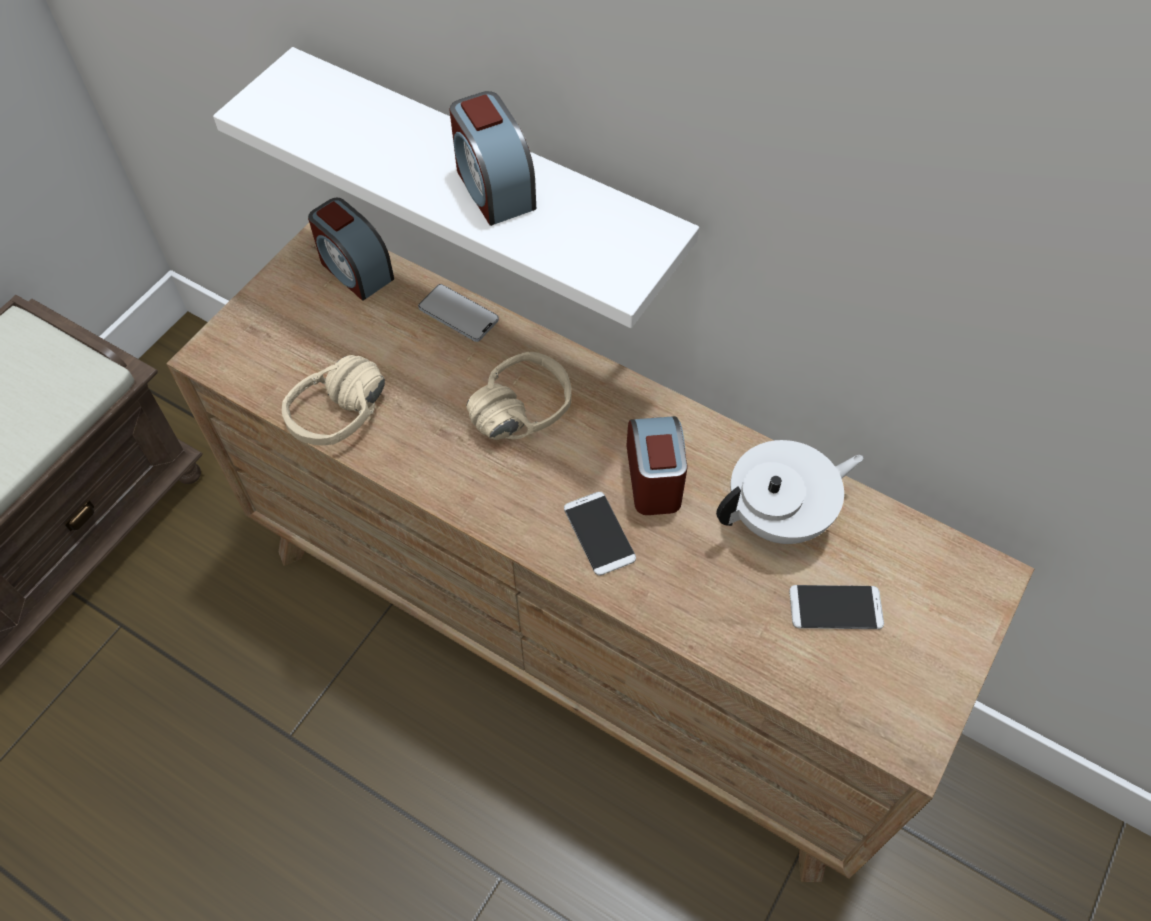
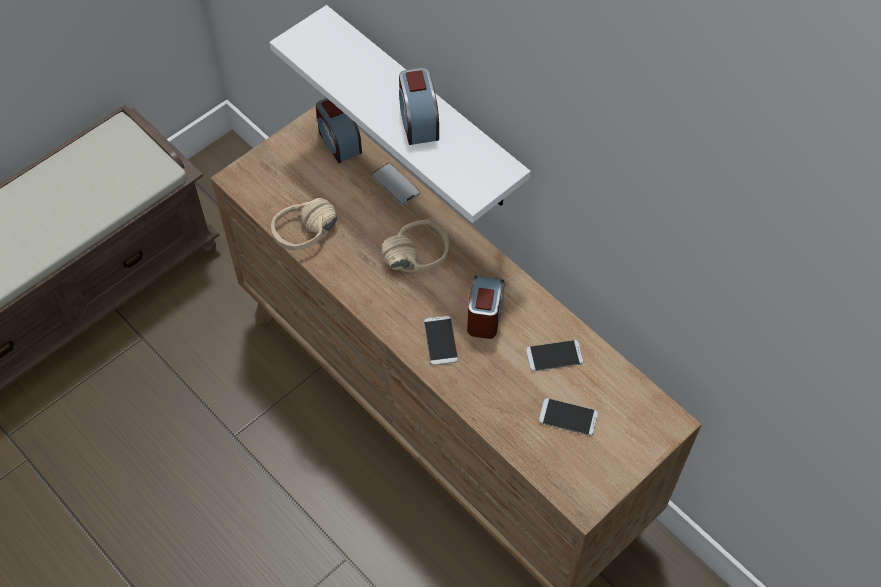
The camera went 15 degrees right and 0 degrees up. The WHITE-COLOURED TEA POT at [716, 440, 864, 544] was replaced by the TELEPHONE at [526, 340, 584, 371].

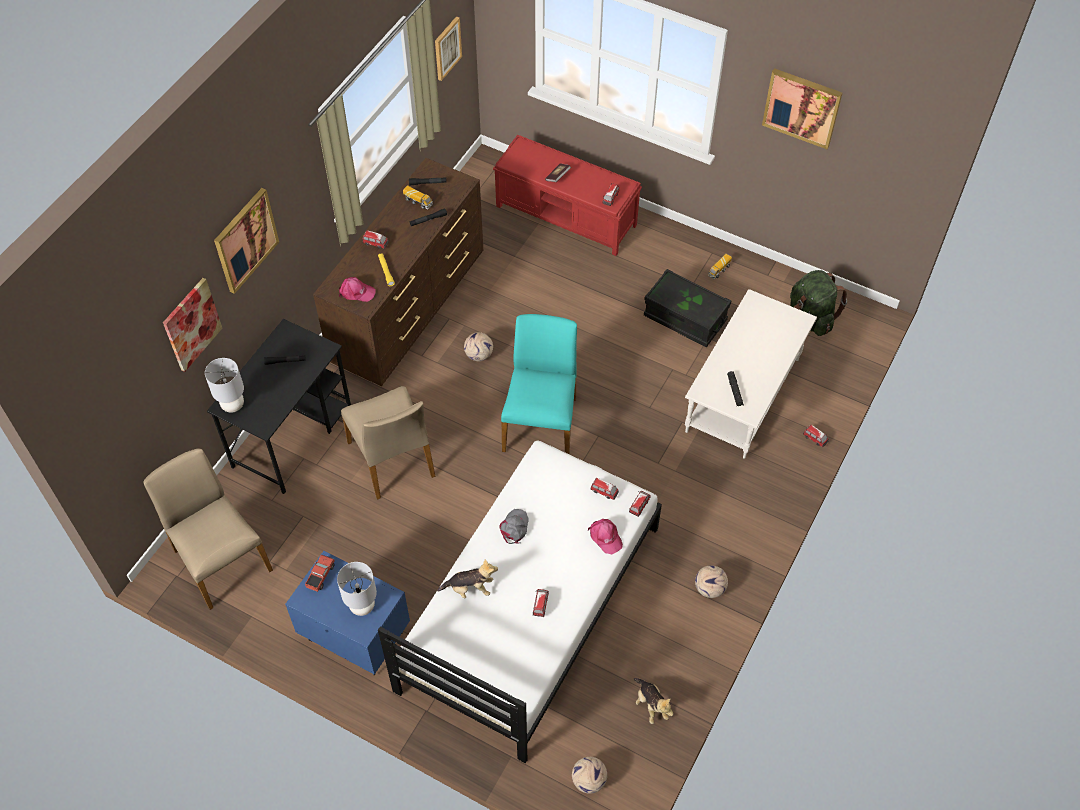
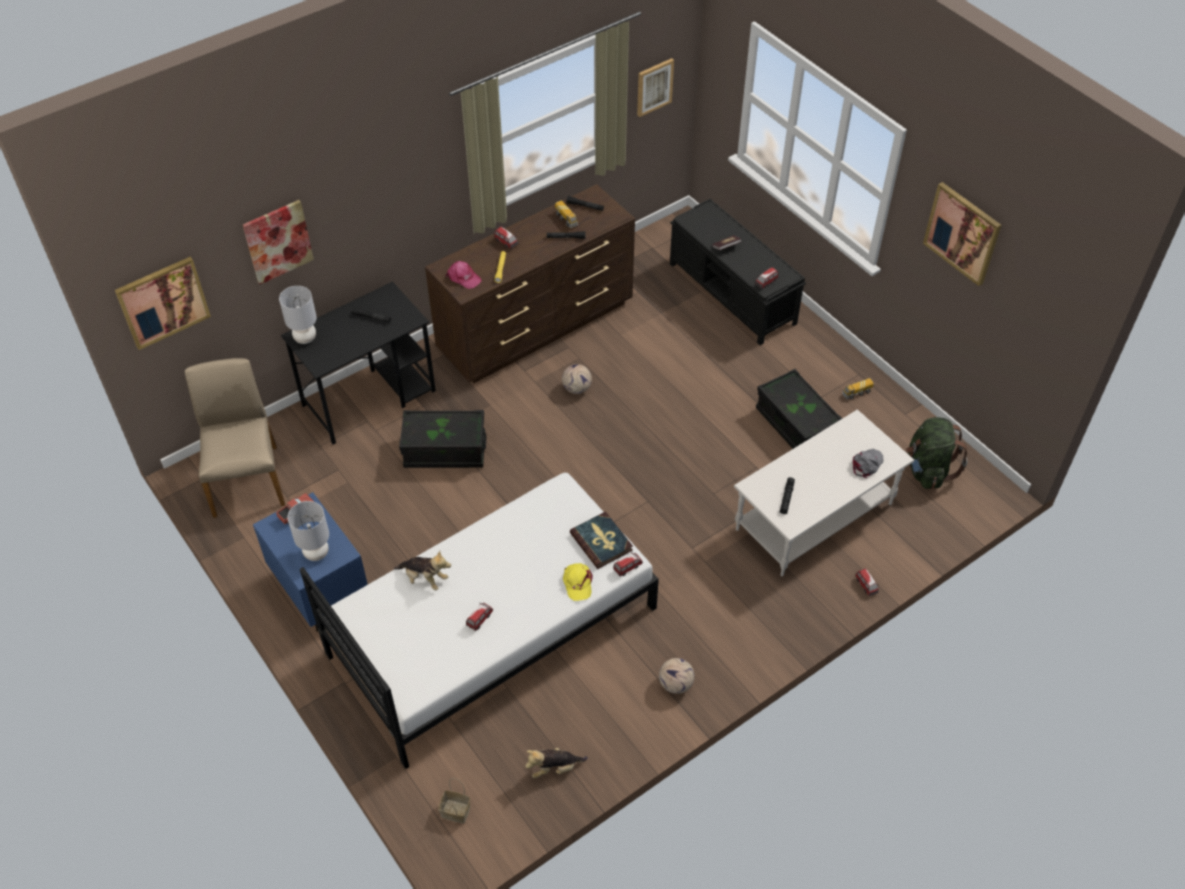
The camera went 25 degrees right and 5 degrees down. The REDDISH LONG SEAT at [493, 135, 642, 256] became the BLACKISH LONG SEAT at [670, 199, 806, 345]. The WALL ART moved from [214, 188, 279, 294] to [115, 257, 211, 350]. The TURQUOISE UPRIGHT CHAIR at [501, 314, 577, 455] disappeared. The SAND-COLOURED UPRIGHT CHAIR at [341, 386, 436, 500] was replaced by the BLACKISH STORAGE BIN at [399, 410, 486, 468]. The TOY CAR at [591, 478, 619, 500] was replaced by the BOUND BOOK at [570, 511, 633, 569]. The GREY BASEBALL CAP moved from [499, 509, 529, 544] to [853, 449, 884, 478]. The PINK-COLOURED BASEBALL CAP at [588, 519, 623, 554] became the YELLOW BASEBALL CAP at [563, 563, 593, 601]. The PLUSH TOY at [634, 678, 674, 724] turned 75 degrees clockwise. The FOOTBALL BALL at [572, 757, 607, 794] was replaced by the STORAGE BASKET at [438, 778, 470, 823].

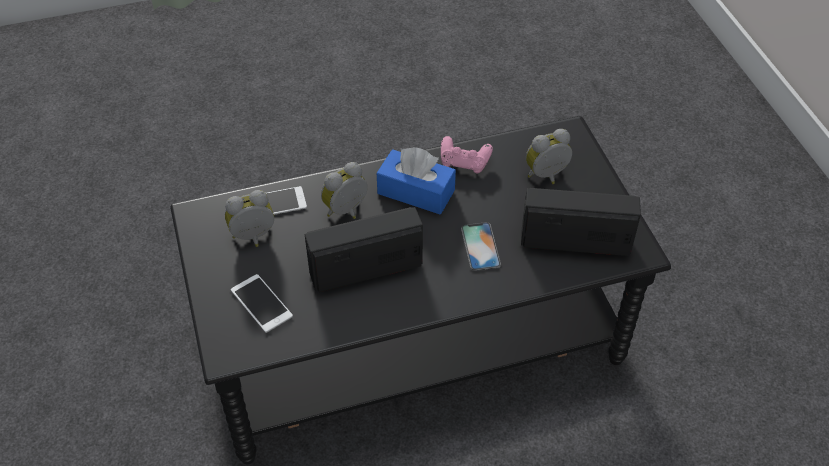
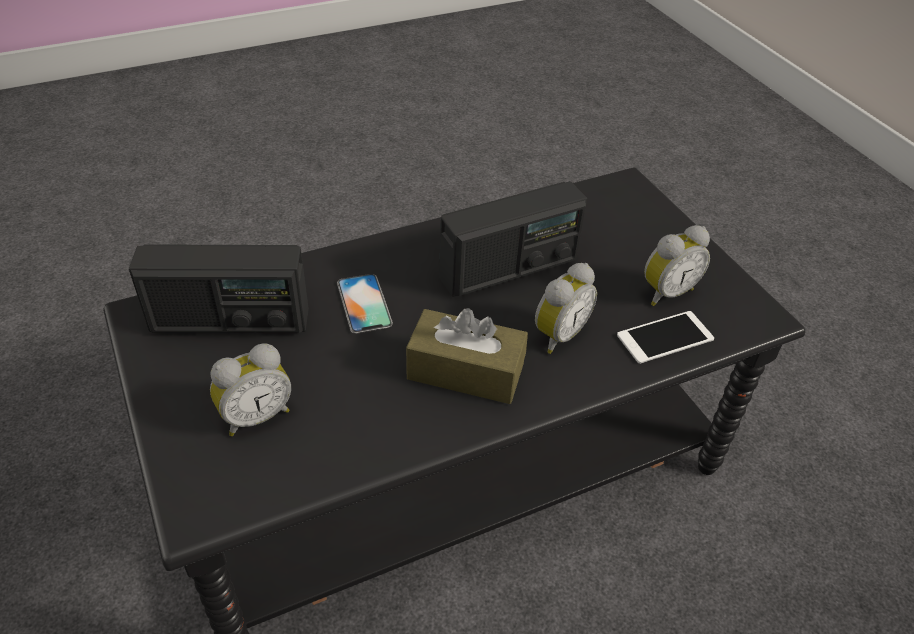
The camera went 170 degrees right and 5 degrees down. The PINK-COLOURED GAMEPAD at [441, 136, 493, 174] disappeared. The BLUE-COLOURED TISSUE HOLDER at [377, 147, 456, 214] became the BROWN-COLOURED TISSUE HOLDER at [406, 308, 528, 404]. The TELEPHONE at [231, 274, 293, 333] disappeared.

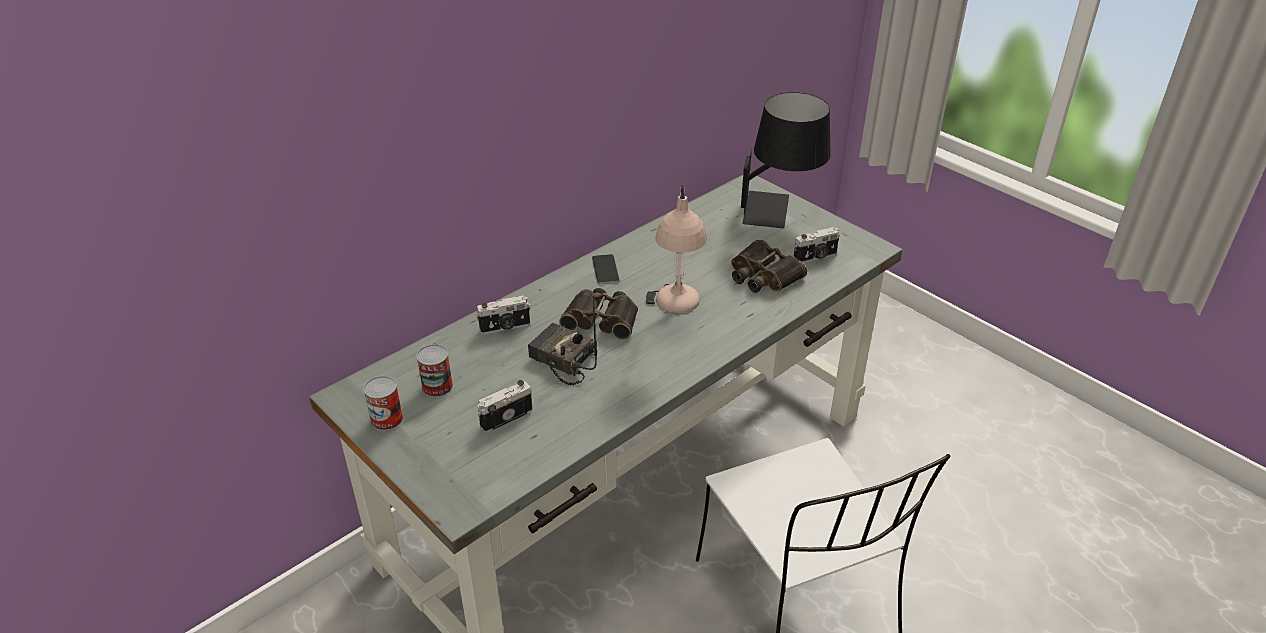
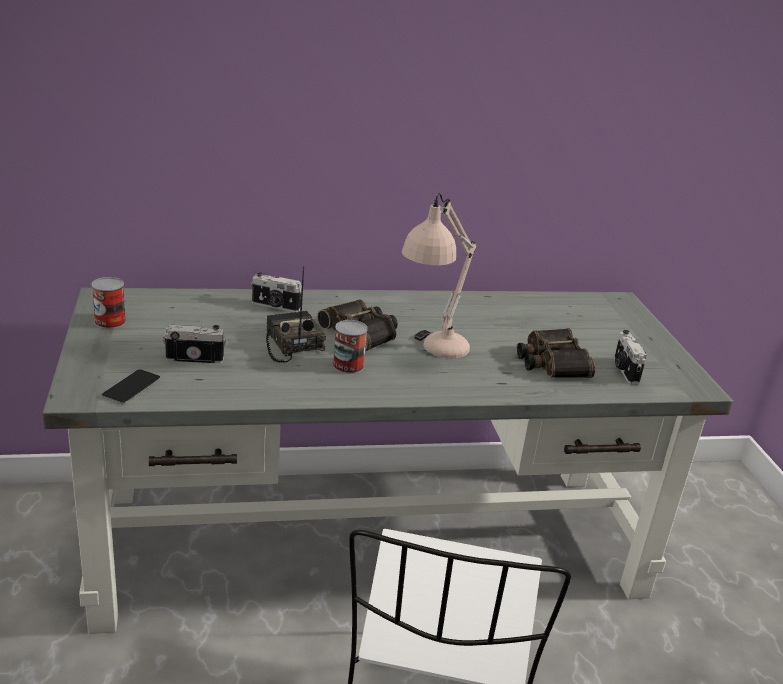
The camera went 30 degrees right and 10 degrees down. The BLACKISH TABLETOP LAMP at [741, 92, 831, 228] disappeared. The STILL CAMERA at [794, 227, 840, 263] turned 75 degrees clockwise. The TELEPHONE moved from [592, 254, 619, 284] to [102, 370, 160, 404]. The SEALED CAN moved from [416, 344, 453, 397] to [333, 320, 368, 374].

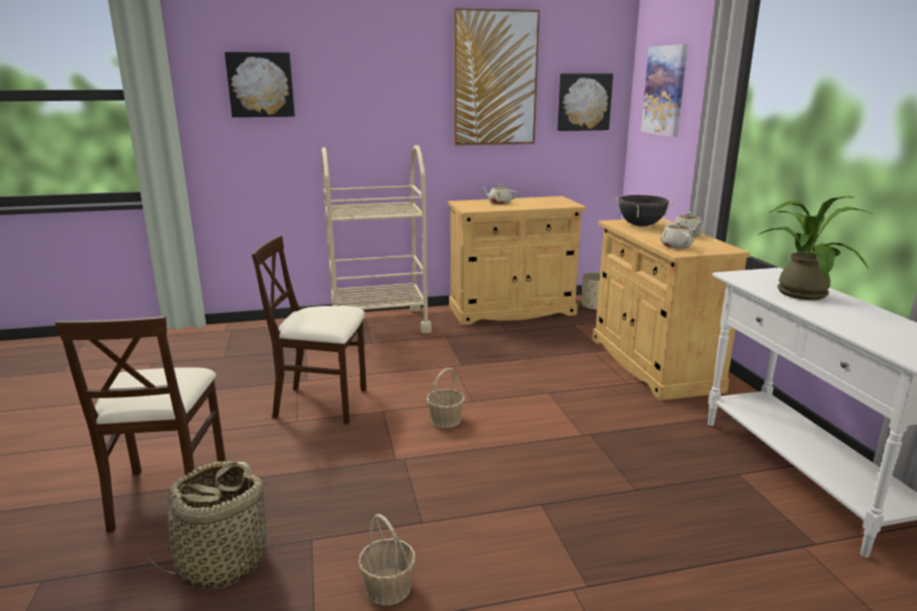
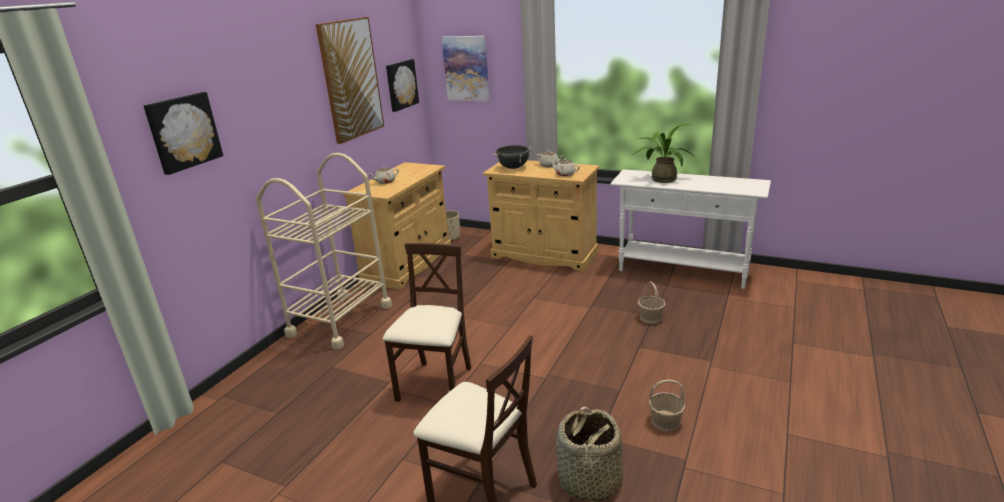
The camera went 50 degrees left and 5 degrees up. The SAND-COLOURED UPRIGHT CHAIR at [252, 236, 367, 425] turned 150 degrees clockwise. The STORAGE BASKET moved from [426, 368, 465, 428] to [638, 281, 666, 324].

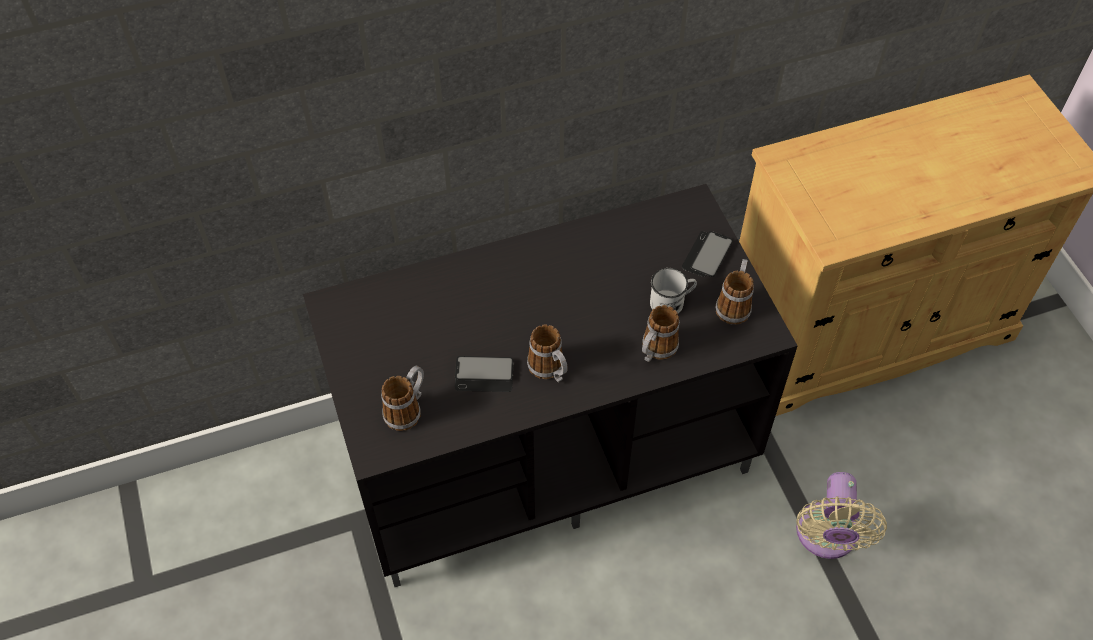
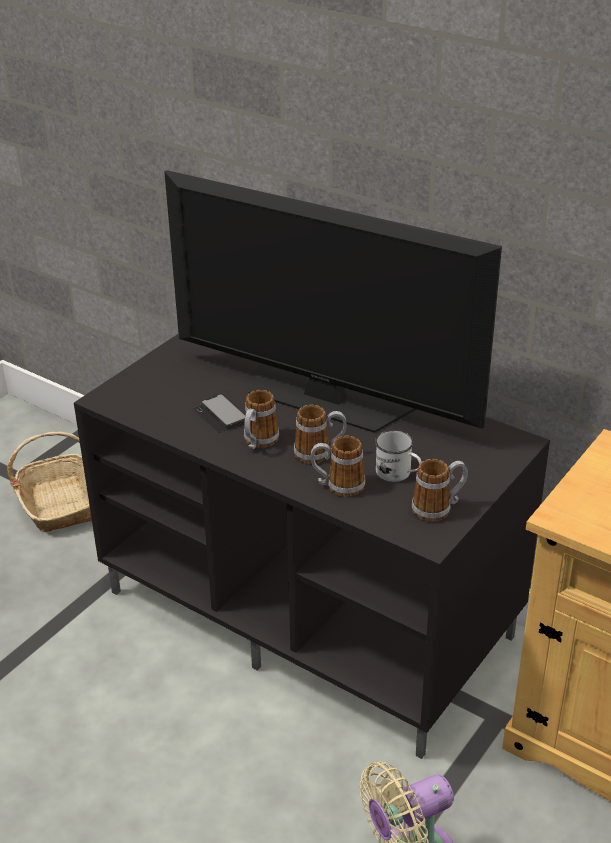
The camera went 55 degrees right and 20 degrees down. The TELEPHONE at [682, 231, 733, 277] disappeared. The COFFEE MUG moved from [381, 366, 424, 431] to [294, 405, 346, 464]. The TELEVISION at [164, 170, 502, 433] appeared. The STORAGE BASKET at [7, 432, 92, 532] appeared.

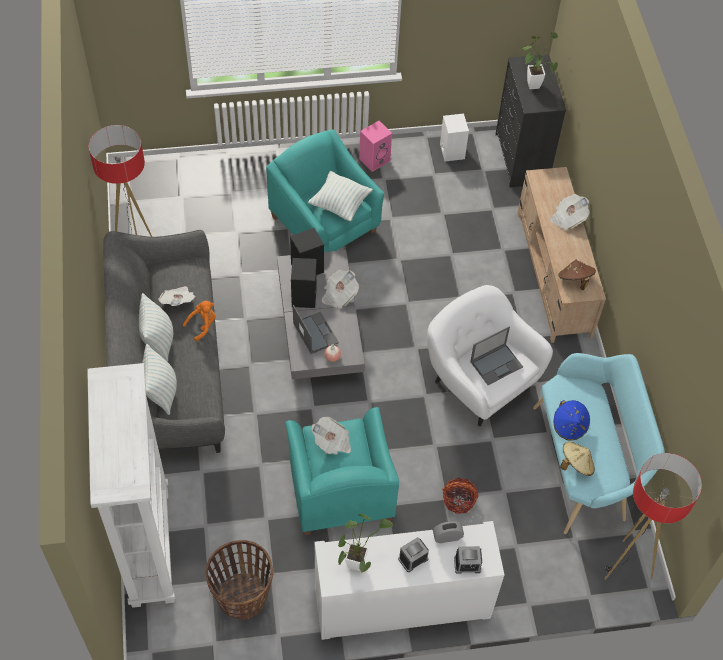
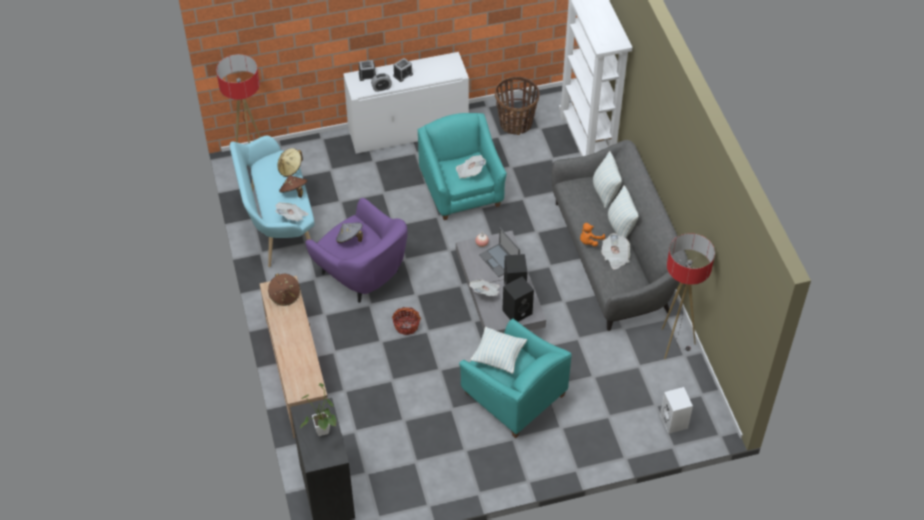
The camera went 175 degrees right and 5 degrees down. The WHITE-COLOURED LOUDSPEAKER moved from [440, 113, 469, 161] to [660, 387, 693, 434]. The PINK-COLOURED LOUDSPEAKER at [359, 121, 392, 172] disappeared. The PRINTED PAPER moved from [550, 194, 590, 231] to [276, 202, 308, 221]. The WHITE-COLOURED LOUNGE CHAIR at [427, 285, 553, 426] became the PURPLE-COLOURED LOUNGE CHAIR at [306, 198, 408, 303]. The NOTEBOOK COMPUTER at [470, 327, 523, 385] was replaced by the GREY WEARABLE HAT at [336, 222, 363, 243]. The BLUE-COLOURED WEARABLE HAT at [554, 400, 590, 441] became the BROWN-COLOURED WEARABLE HAT at [279, 175, 307, 198]. The STORAGE BASKET moved from [442, 477, 479, 514] to [392, 307, 421, 335]. The HOUSEPLANT at [338, 514, 393, 573] disappeared.

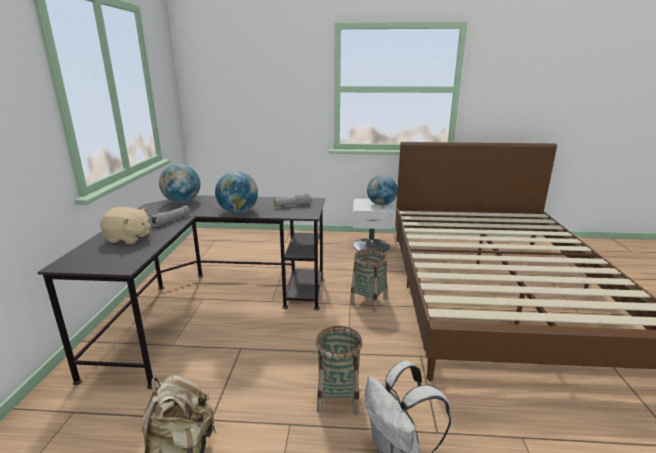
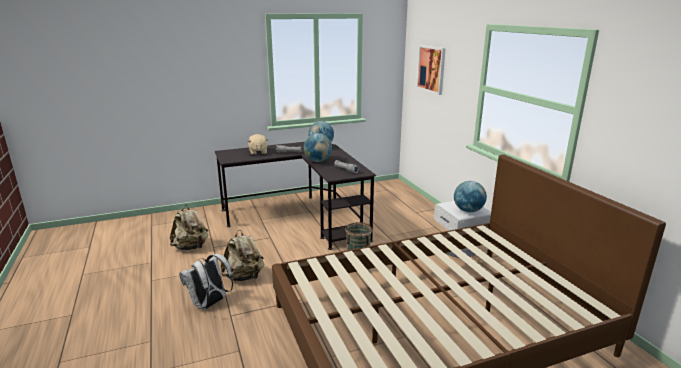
The camera went 65 degrees right and 0 degrees up. The STORAGE BASKET at [316, 326, 362, 415] was replaced by the SAND-COLOURED KNAPSACK at [221, 230, 264, 281]. The WALL ART at [416, 45, 446, 95] appeared.

